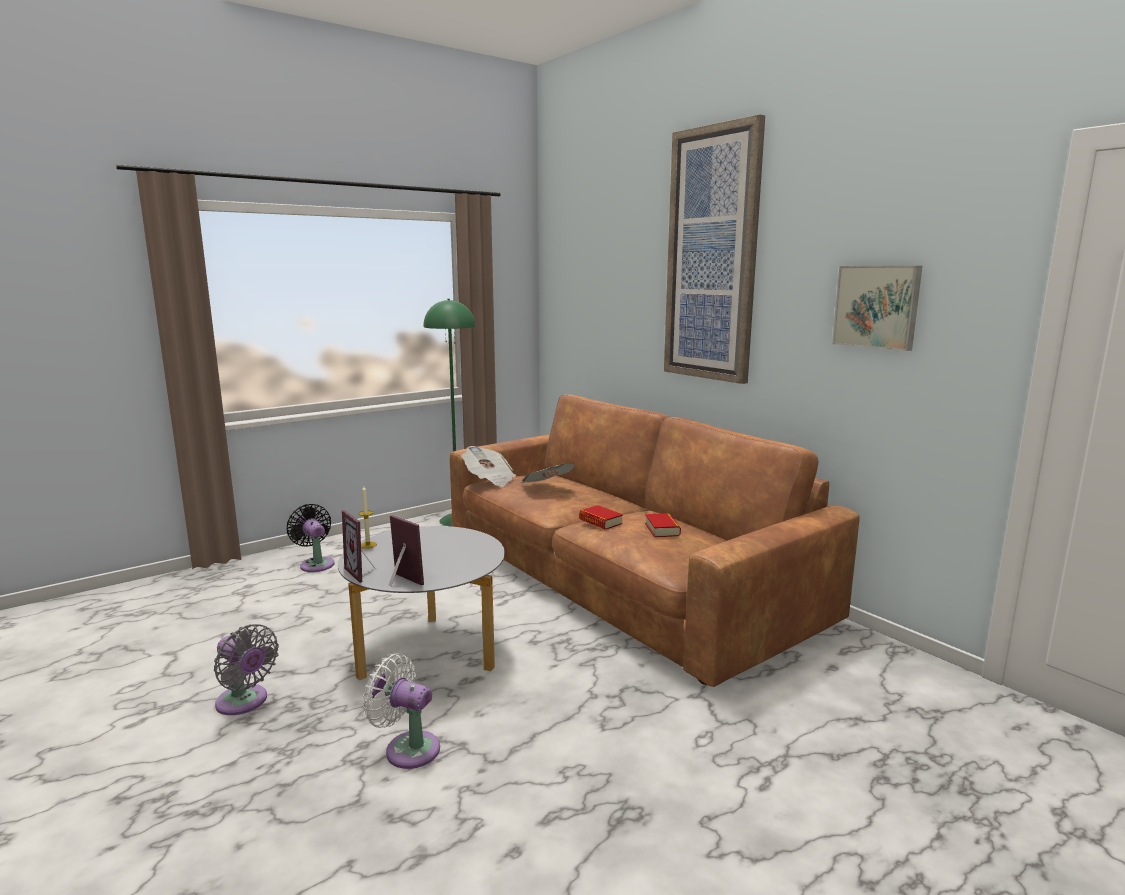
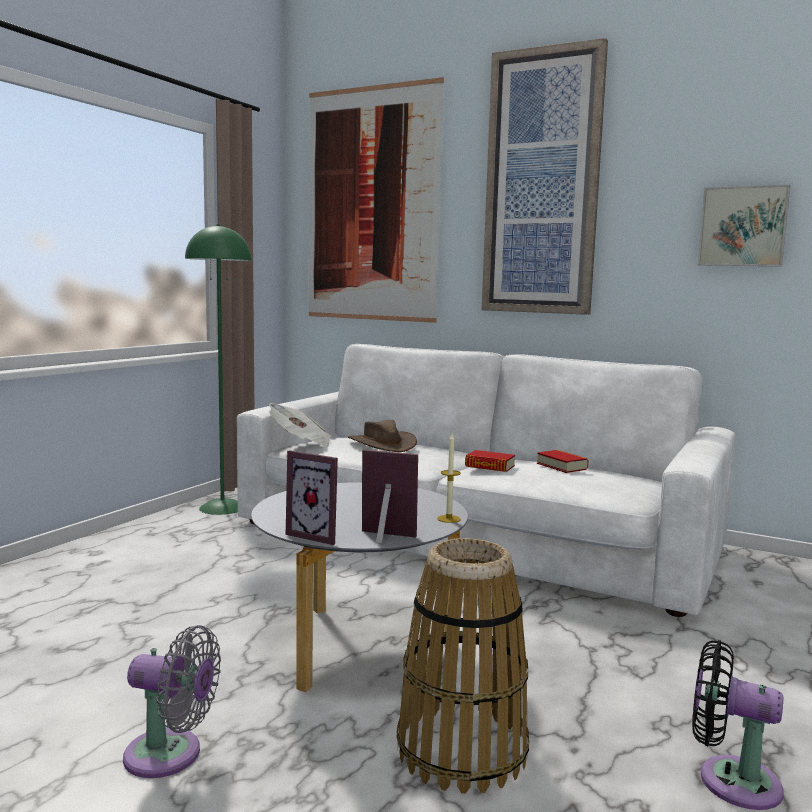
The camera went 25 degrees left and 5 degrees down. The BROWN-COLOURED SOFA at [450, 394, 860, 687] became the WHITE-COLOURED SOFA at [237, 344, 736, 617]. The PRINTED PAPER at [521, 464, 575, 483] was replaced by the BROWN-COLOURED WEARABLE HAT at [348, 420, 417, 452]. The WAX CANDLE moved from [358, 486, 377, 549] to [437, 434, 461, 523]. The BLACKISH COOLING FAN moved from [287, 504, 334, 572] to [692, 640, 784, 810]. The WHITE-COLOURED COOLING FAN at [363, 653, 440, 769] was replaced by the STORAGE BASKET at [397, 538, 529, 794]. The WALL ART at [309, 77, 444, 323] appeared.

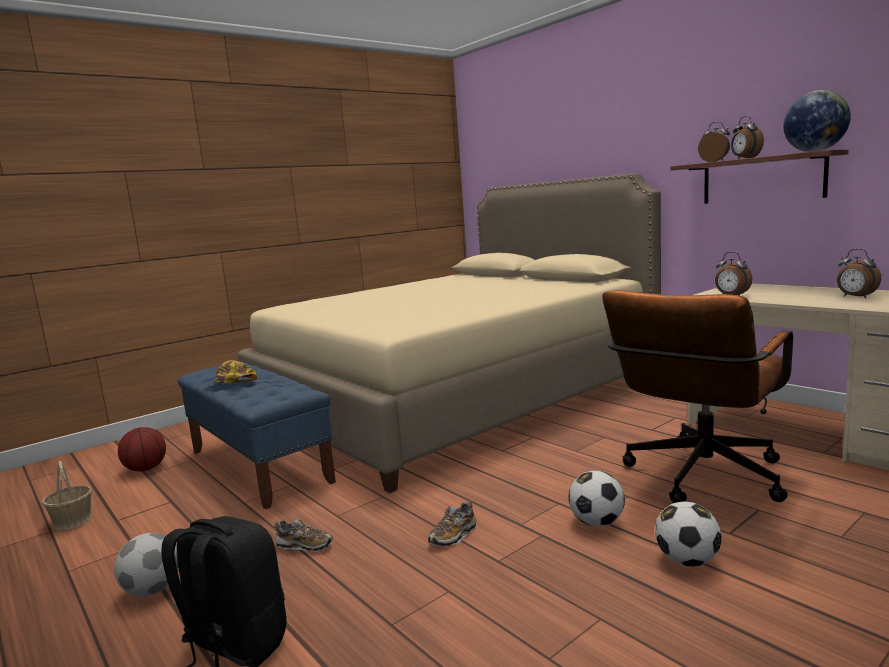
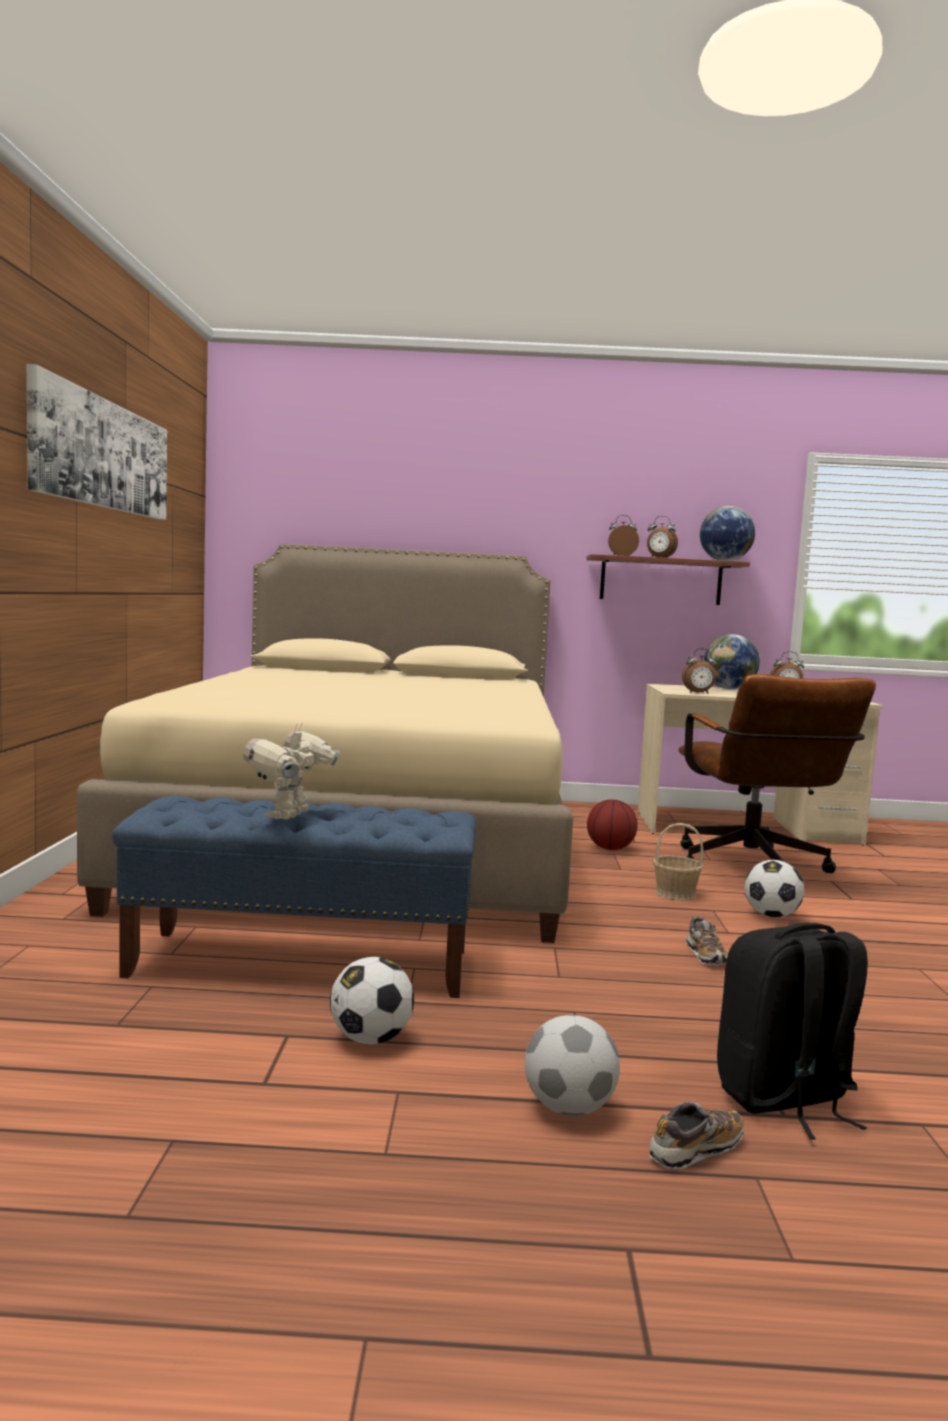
The camera went 50 degrees left and 5 degrees down. The BASEBALL CAP at [204, 360, 257, 383] was replaced by the ROBOT FIGURE at [243, 724, 340, 820]. The BASKETBALL BALL moved from [118, 427, 166, 472] to [587, 799, 638, 850]. The STORAGE BASKET moved from [42, 461, 93, 530] to [653, 823, 704, 900]. The FOOTBALL BALL moved from [655, 502, 722, 567] to [330, 957, 414, 1044]. The LOW SHOE moved from [274, 519, 333, 552] to [648, 1102, 744, 1169]. The WALL ART at [27, 364, 167, 520] appeared. The DESK GLOBE at [704, 634, 760, 689] appeared.

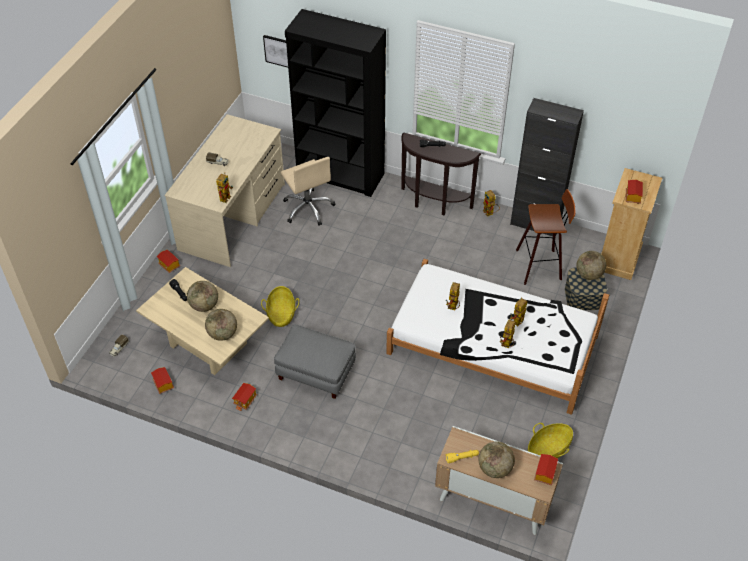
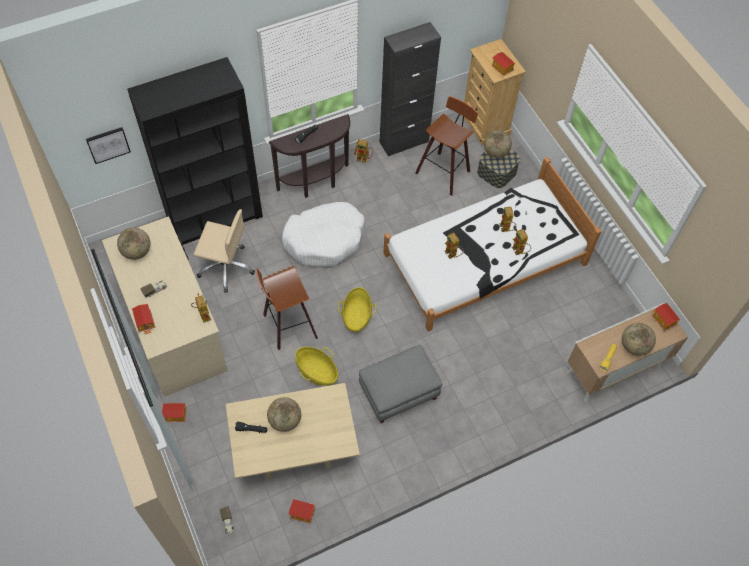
The camera went 50 degrees left and 10 degrees up. The DESK GLOBE moved from [205, 309, 237, 341] to [117, 227, 150, 260]. The MODEL HOUSE moved from [232, 383, 257, 411] to [132, 304, 155, 334]. The STORAGE BASKET moved from [528, 423, 573, 458] to [338, 287, 376, 332]. The WHITE-COLOURED DOG BED at [282, 202, 365, 266] appeared. The STOOL at [256, 266, 318, 350] appeared.

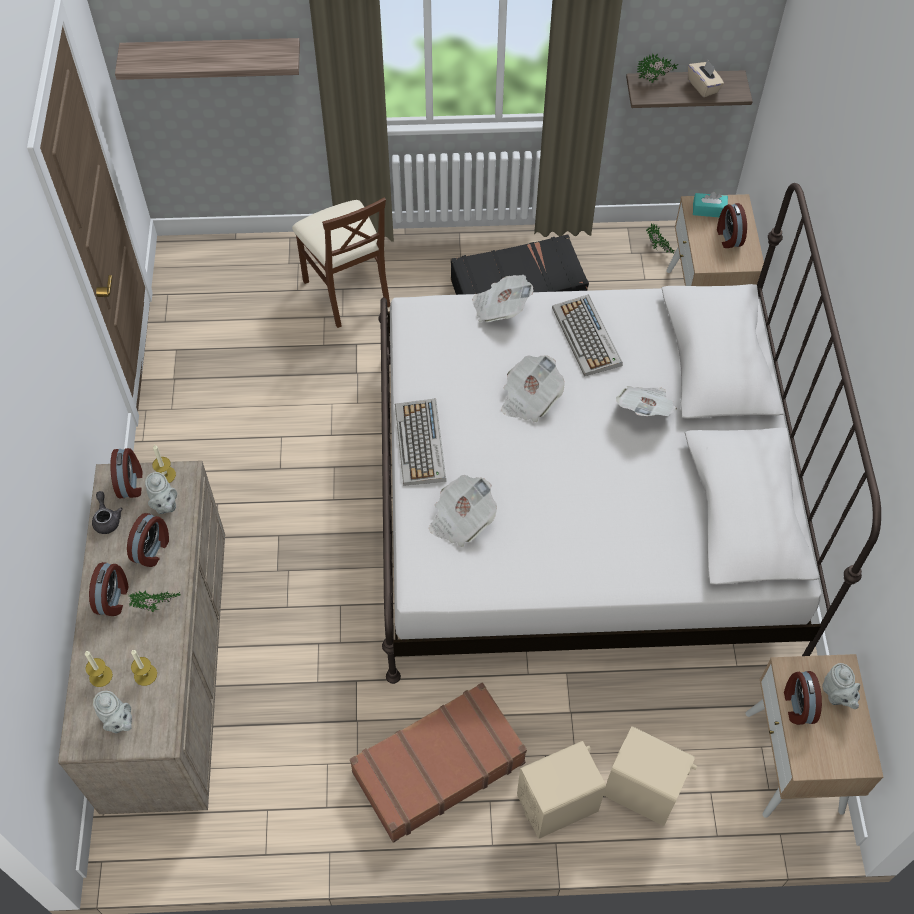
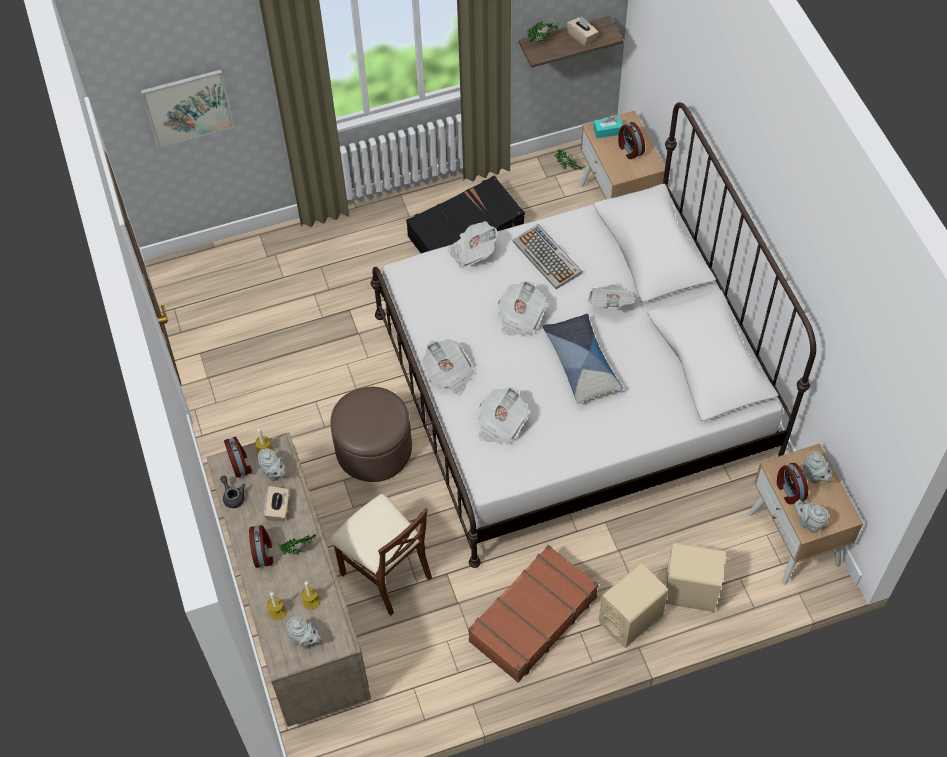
The camera went 15 degrees left and 0 degrees up. The SHELF at [115, 38, 300, 80] was replaced by the WALL ART at [141, 69, 234, 148]. The BROWN-COLOURED UPRIGHT CHAIR moved from [292, 197, 390, 328] to [330, 494, 432, 615]. The KEYBOARD at [395, 399, 447, 486] was replaced by the PRINTED PAPER at [422, 339, 475, 395]. The ALARM CLOCK at [127, 513, 169, 567] was replaced by the SAND-COLOURED TISSUE HOLDER at [264, 486, 289, 521]. The THROW PILLOW at [543, 314, 624, 404] appeared. The BROWN-COLOURED OTTOMAN at [330, 387, 412, 482] appeared. The GREY TEA POT at [794, 499, 829, 533] appeared.

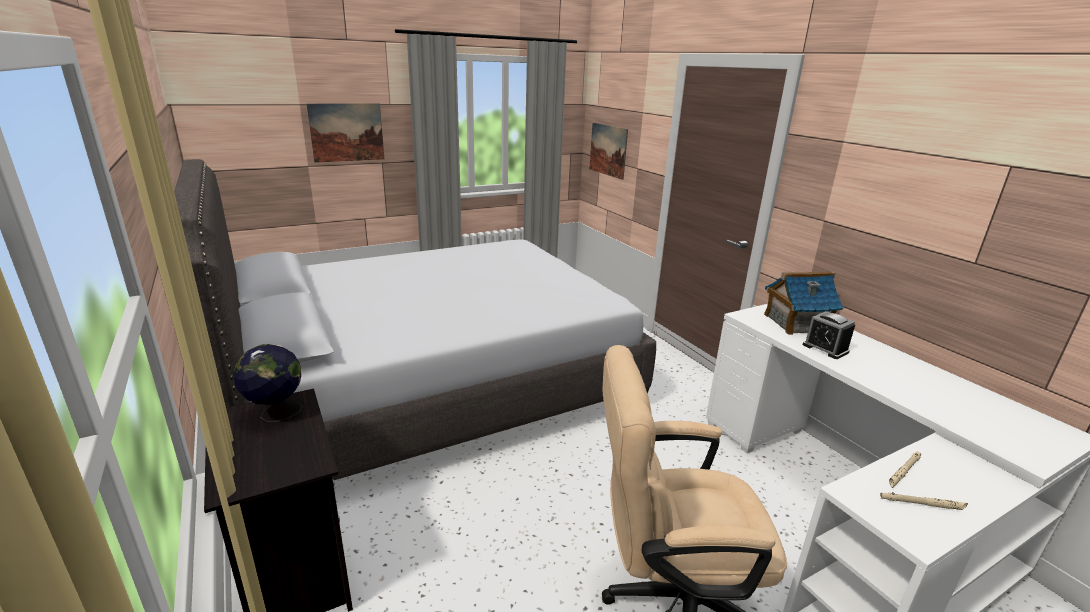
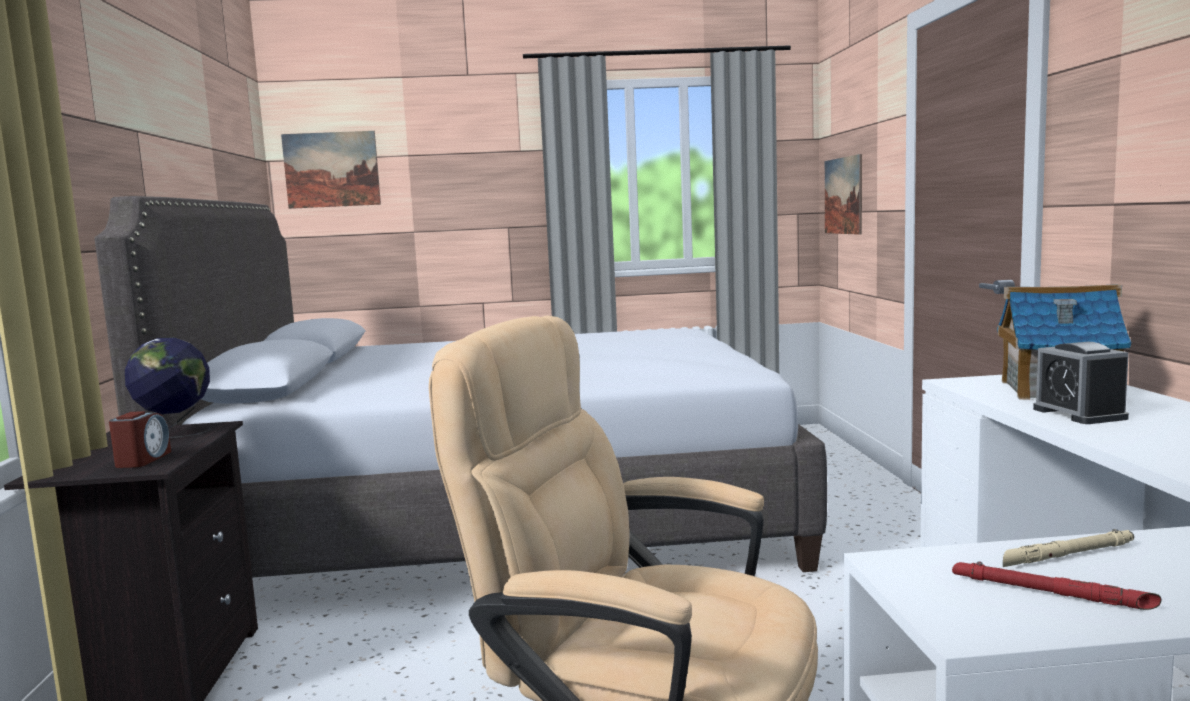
The camera went 25 degrees right and 15 degrees down. The WALL ART moved from [306, 103, 384, 163] to [281, 131, 381, 209]. The SAND-COLOURED TORCH at [880, 492, 968, 510] became the REDDISH TORCH at [952, 561, 1161, 610]. The ALARM CLOCK at [109, 411, 171, 468] appeared.

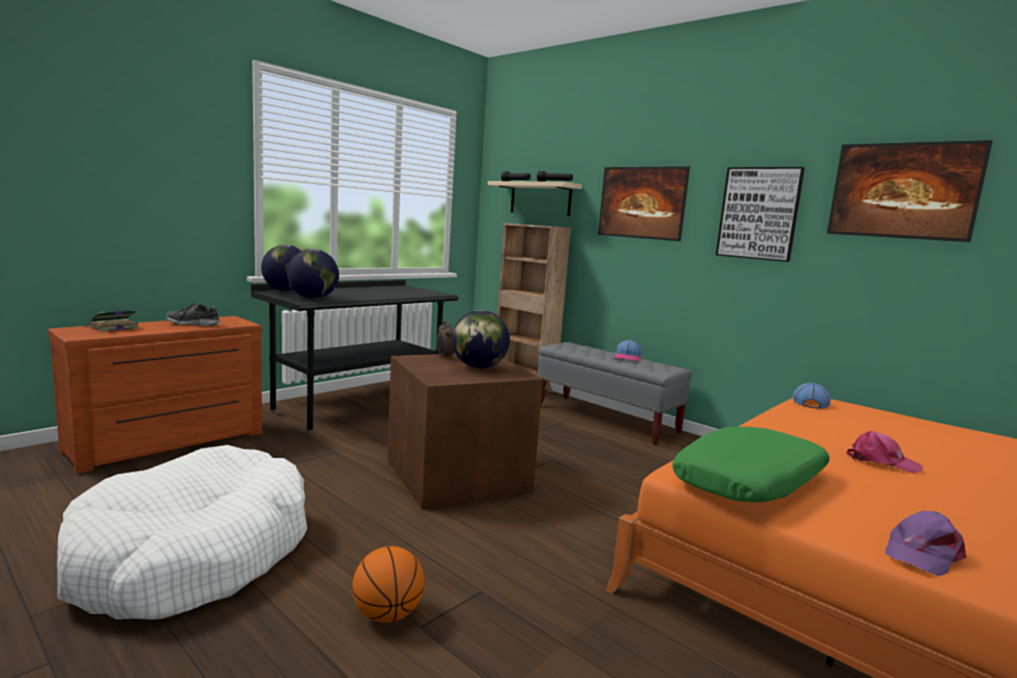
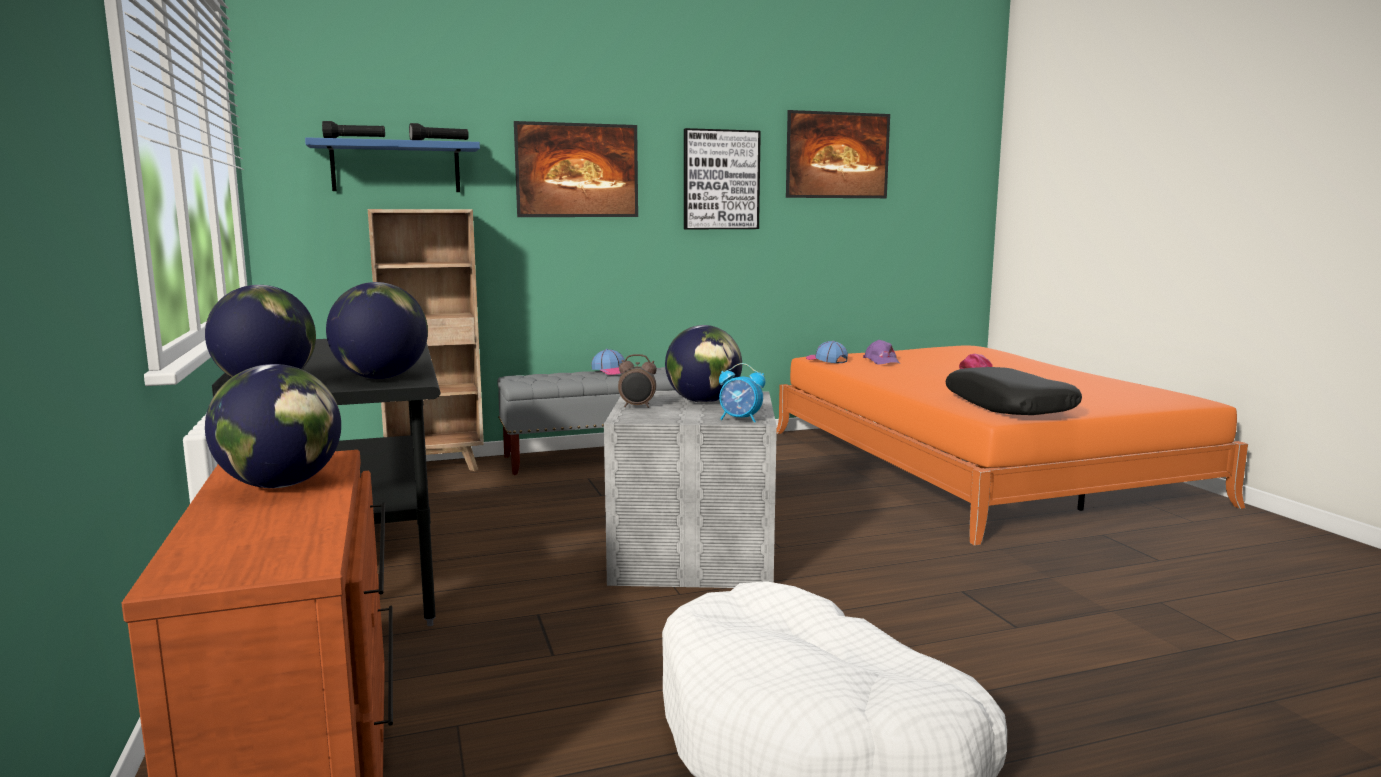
The camera went 60 degrees left and 0 degrees up. The SAND-COLOURED SHELF at [488, 181, 582, 216] became the BLUE-COLOURED SHELF at [305, 137, 480, 192]. The LOW SHOE at [166, 304, 221, 326] was replaced by the DESK GLOBE at [205, 364, 341, 488]. The BOUND BOOK at [85, 309, 139, 332] disappeared. The BROWN-COLOURED STORAGE BIN at [388, 353, 543, 509] became the GREY STORAGE BIN at [604, 391, 777, 588]. The GREEN THROW PILLOW at [672, 427, 830, 502] became the BLACKISH THROW PILLOW at [946, 367, 1082, 415]. The PURPLE-COLOURED BASEBALL CAP moved from [885, 511, 966, 576] to [863, 340, 900, 365]. The BASKETBALL BALL at [352, 546, 425, 623] disappeared. The ALARM CLOCK at [719, 363, 765, 423] appeared.

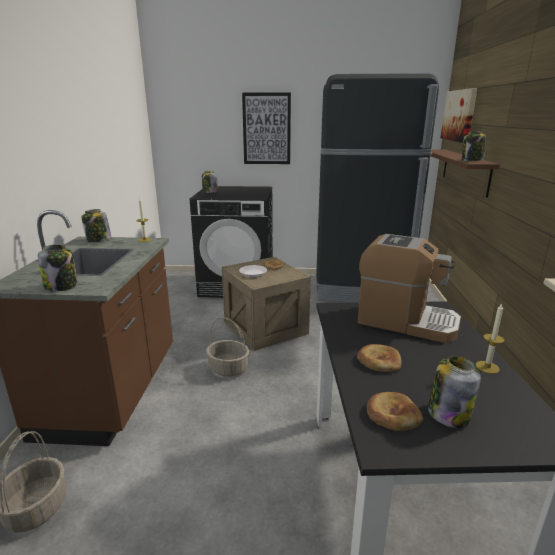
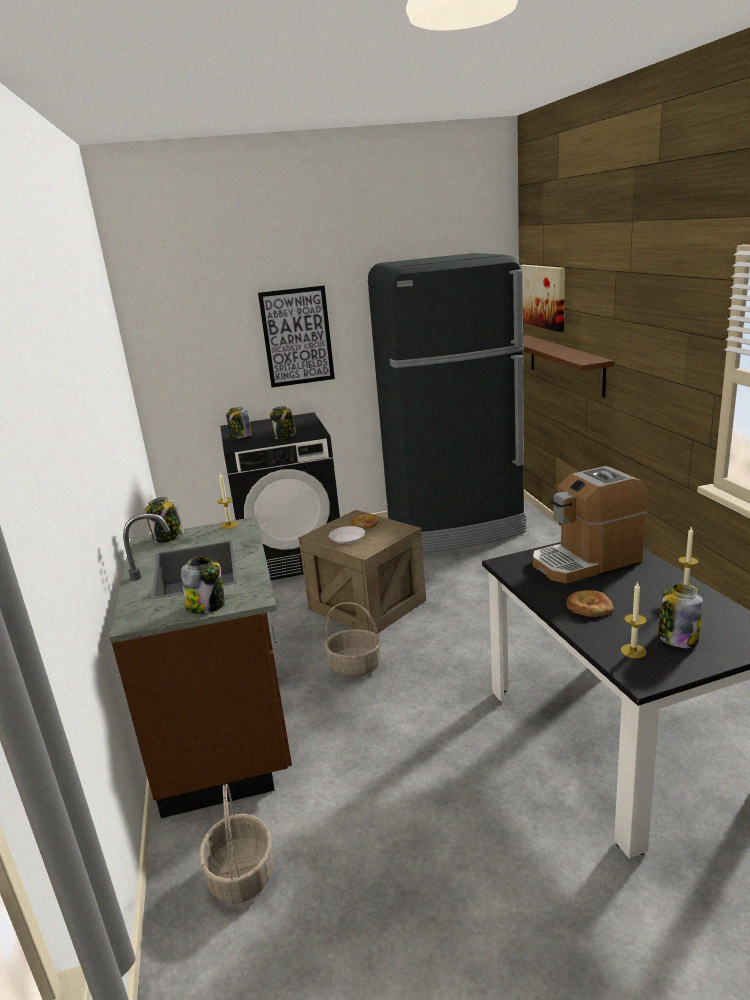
The camera went 15 degrees left and 0 degrees up. The STORAGE JAR moved from [462, 131, 486, 161] to [270, 406, 297, 439]. The COFFEE MAKER at [358, 234, 461, 343] turned 150 degrees clockwise. The BAKERY BREAD at [367, 392, 423, 431] was replaced by the WAX CANDLE at [621, 581, 647, 658].

